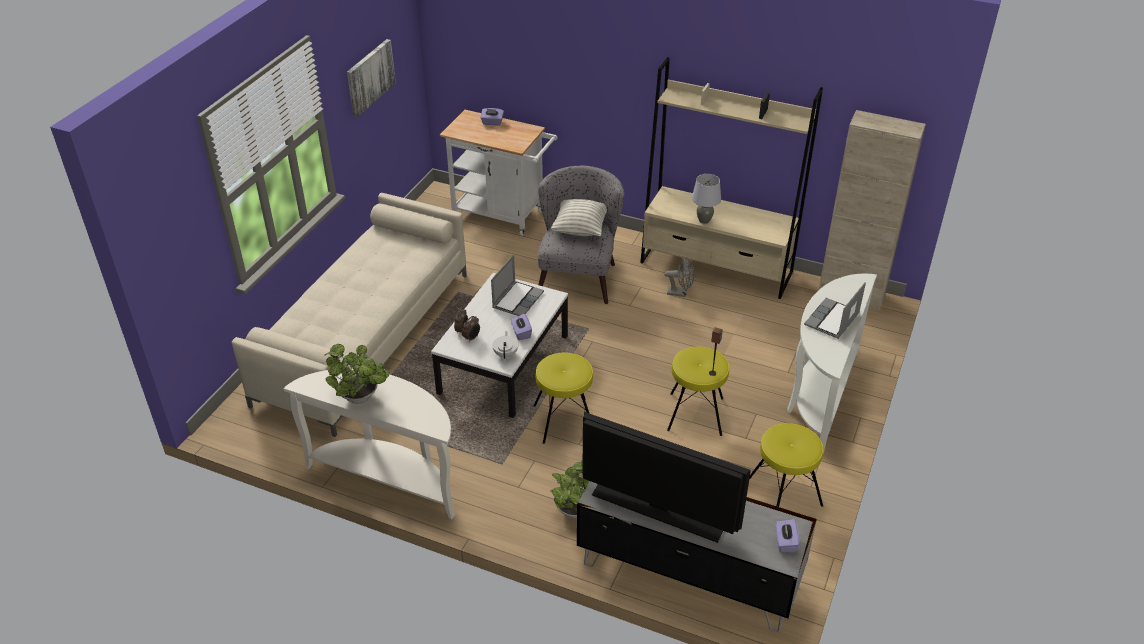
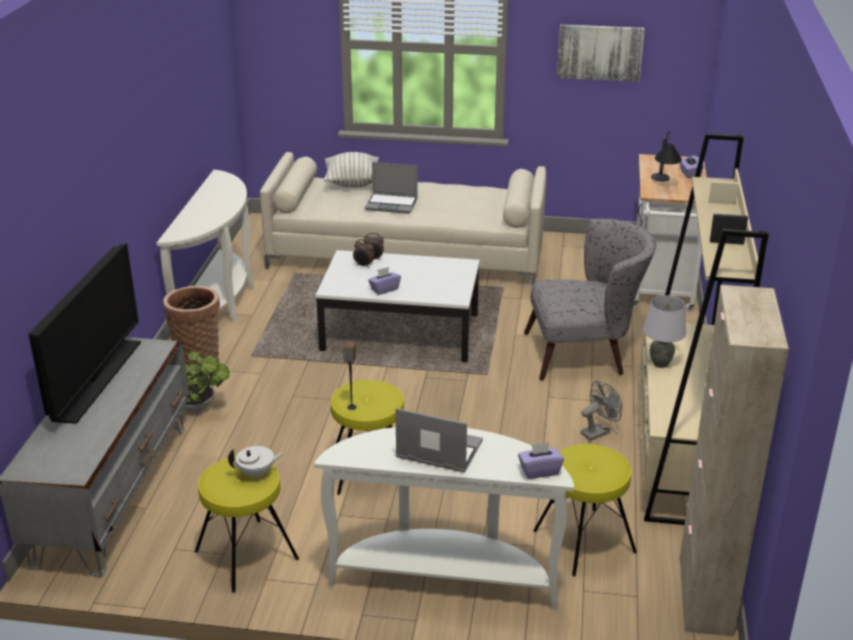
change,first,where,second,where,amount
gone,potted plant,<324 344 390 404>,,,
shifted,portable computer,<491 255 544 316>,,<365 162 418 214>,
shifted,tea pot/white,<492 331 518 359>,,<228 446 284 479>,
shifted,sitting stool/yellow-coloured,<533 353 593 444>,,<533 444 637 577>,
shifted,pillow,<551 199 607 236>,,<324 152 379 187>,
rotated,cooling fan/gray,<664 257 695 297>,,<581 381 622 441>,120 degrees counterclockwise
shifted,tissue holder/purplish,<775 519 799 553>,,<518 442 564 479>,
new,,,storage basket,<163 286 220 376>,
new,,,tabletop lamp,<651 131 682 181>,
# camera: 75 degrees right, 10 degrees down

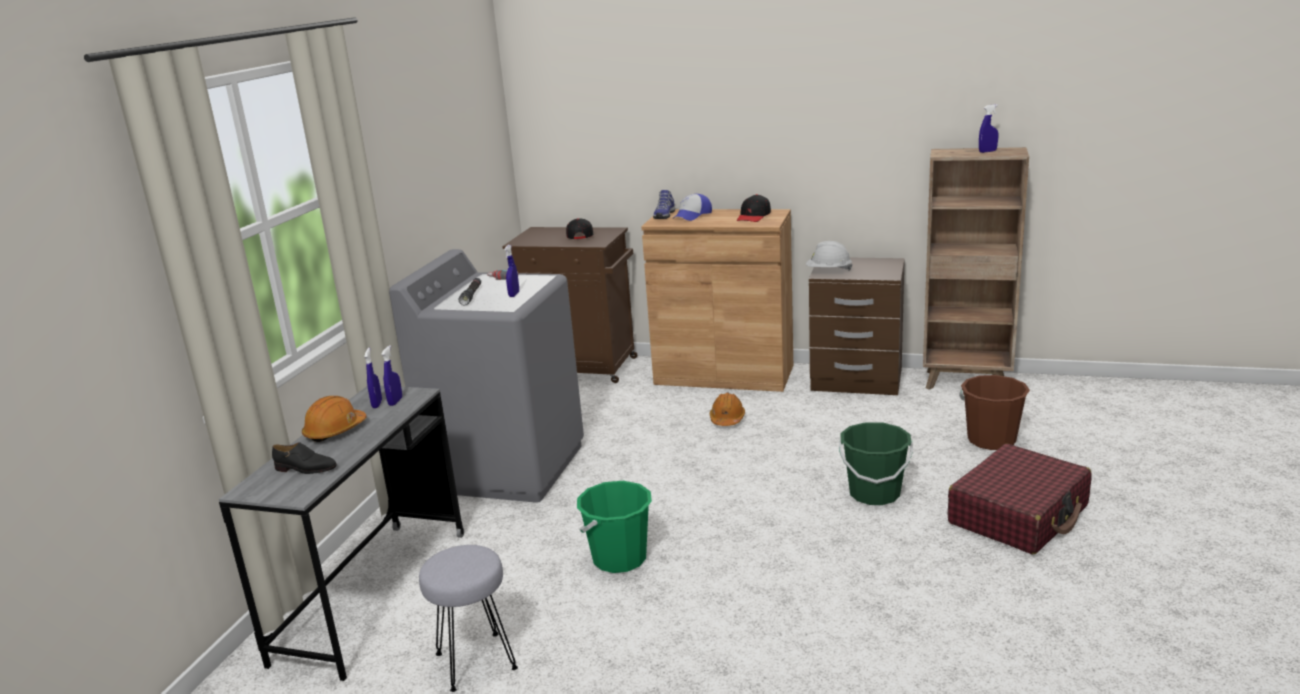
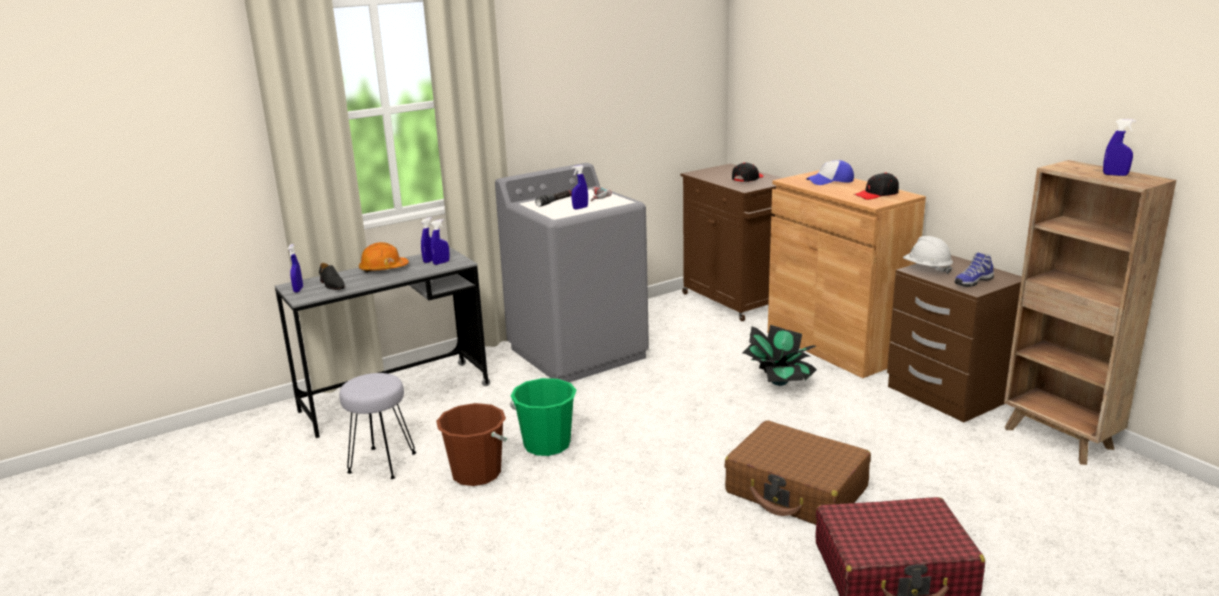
change,first,where,second,where,amount
shifted,shoe,<653 190 675 219>,,<955 253 994 287>,
swapped,work helmet/orange,<710 393 745 426>,potted plant,<743 325 817 386>,
swapped,bucket/green,<839 422 913 505>,travel case/brown,<724 420 871 525>,
shifted,bucket/brown,<959 375 1030 450>,,<436 403 507 486>,
new,,,hand sprayer/bluish,<288 244 303 292>,
# camera: 40 degrees right, 0 degrees up

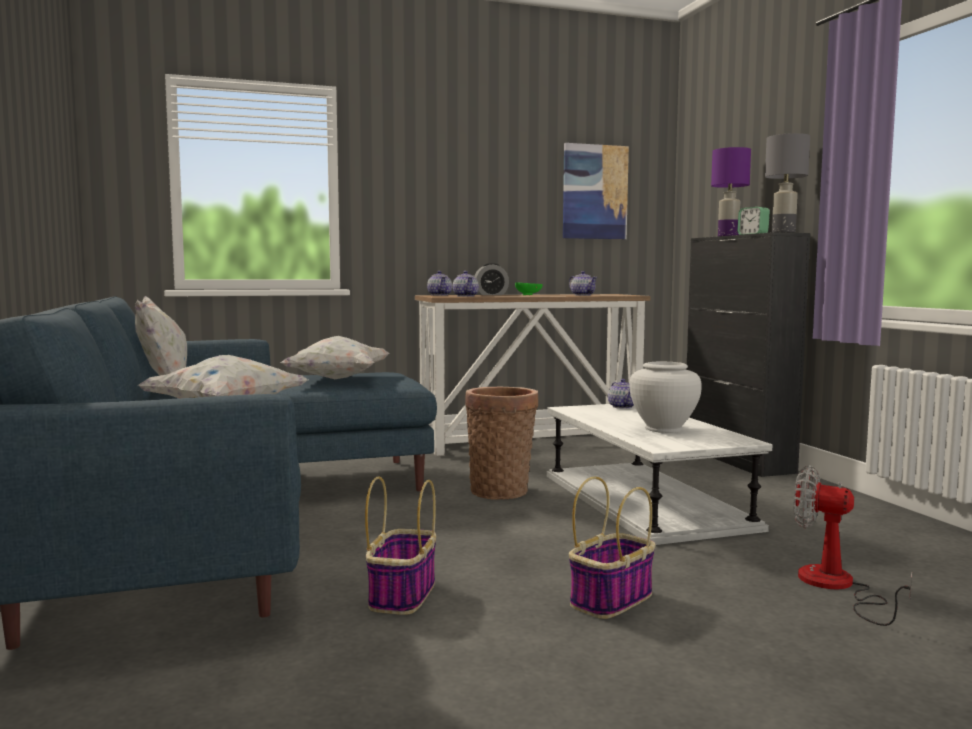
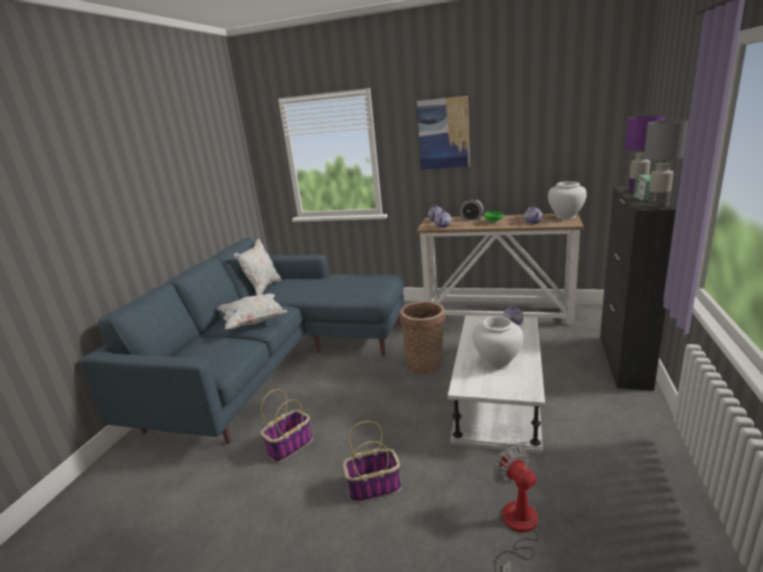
change,first,where,second,where,amount
gone,pillow/white,<280 336 390 379>,,,
shifted,wall picture,<563 143 629 239>,,<417 96 470 170>,
new,,,vase/white,<548 181 587 219>,
# camera: 35 degrees right, 15 degrees up

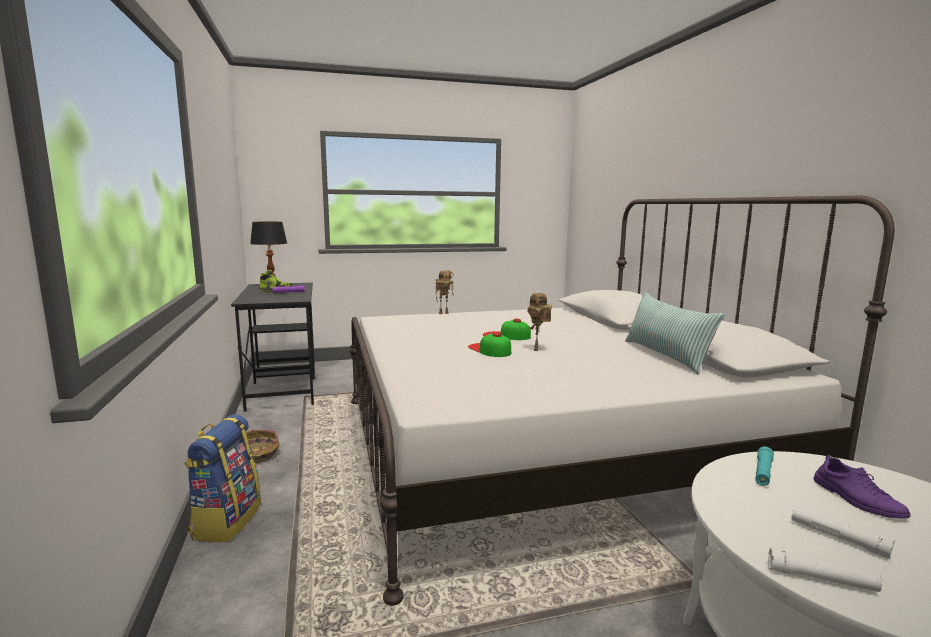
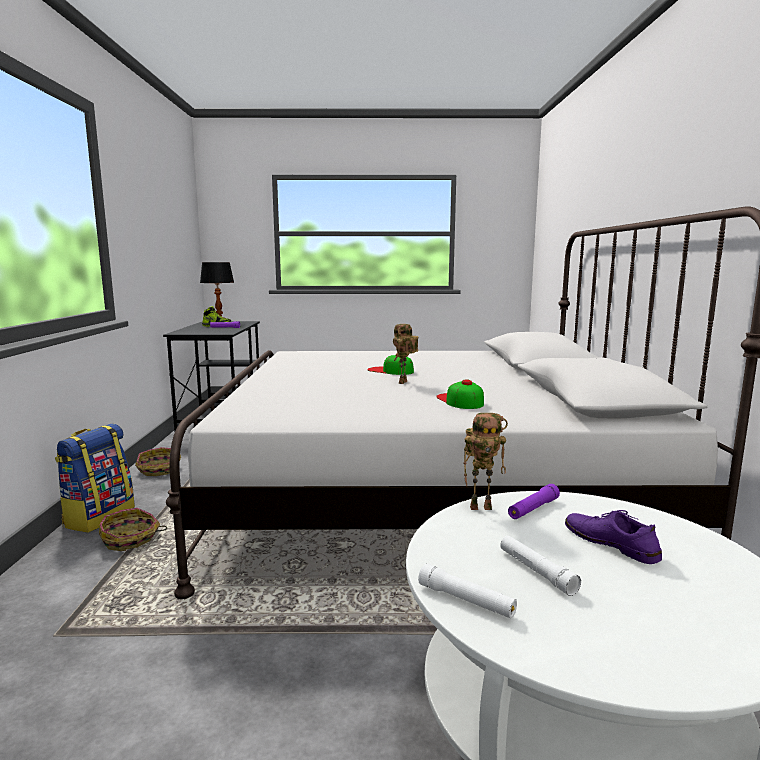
change,first,where,second,where,amount
shifted,model robot,<436 270 454 314>,,<464 413 508 510>,
shifted,cap,<468 332 511 357>,,<436 379 484 409>,
gone,pillow,<625 292 725 375>,,,
repainted,flashlight/turquoise-coloured,<756 446 774 486>,flashlight/purplish,<508 484 560 519>,
rotated,shoe/purplish,<814 455 910 519>,,<565 510 662 564>,150 degrees clockwise
new,,,storage basket,<99 508 167 551>,
# camera: 15 degrees right, 0 degrees up

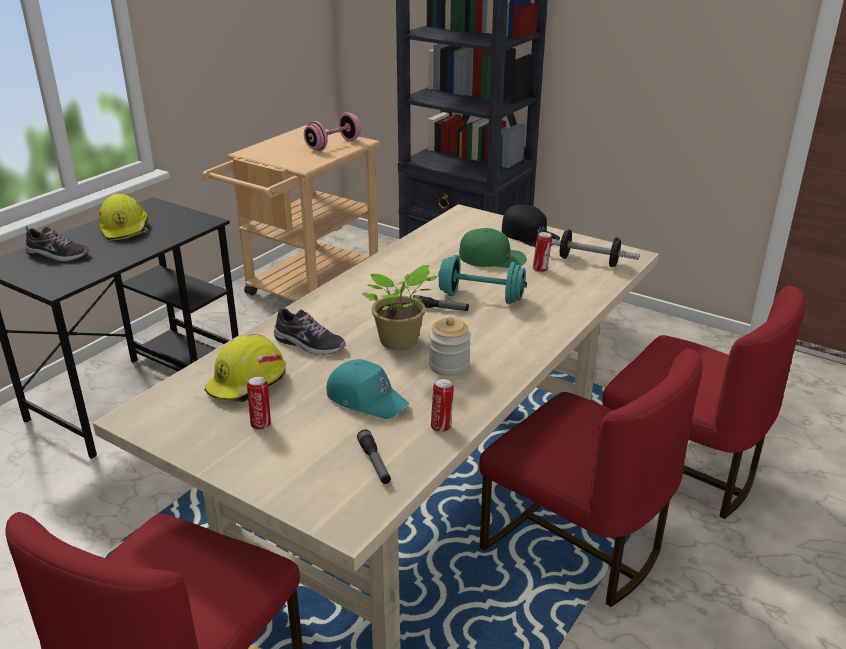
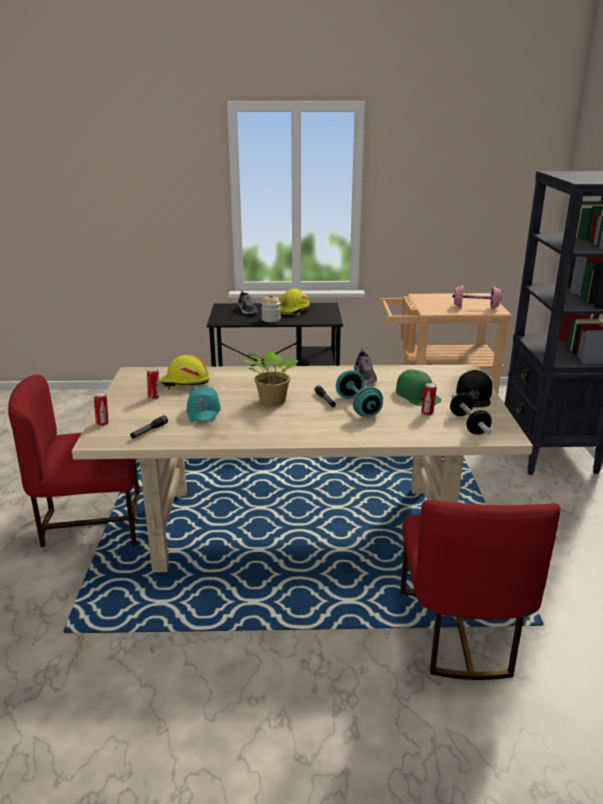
change,first,where,second,where,amount
shifted,shoe,<274 305 346 355>,,<354 349 377 383>,
shifted,preserve jar,<429 317 471 376>,,<261 294 281 322>,
shifted,sealed can,<431 378 454 432>,,<94 392 109 426>,
gone,plain chair/reddish,<479 348 703 607>,,,
# camera: 55 degrees right, 5 degrees down

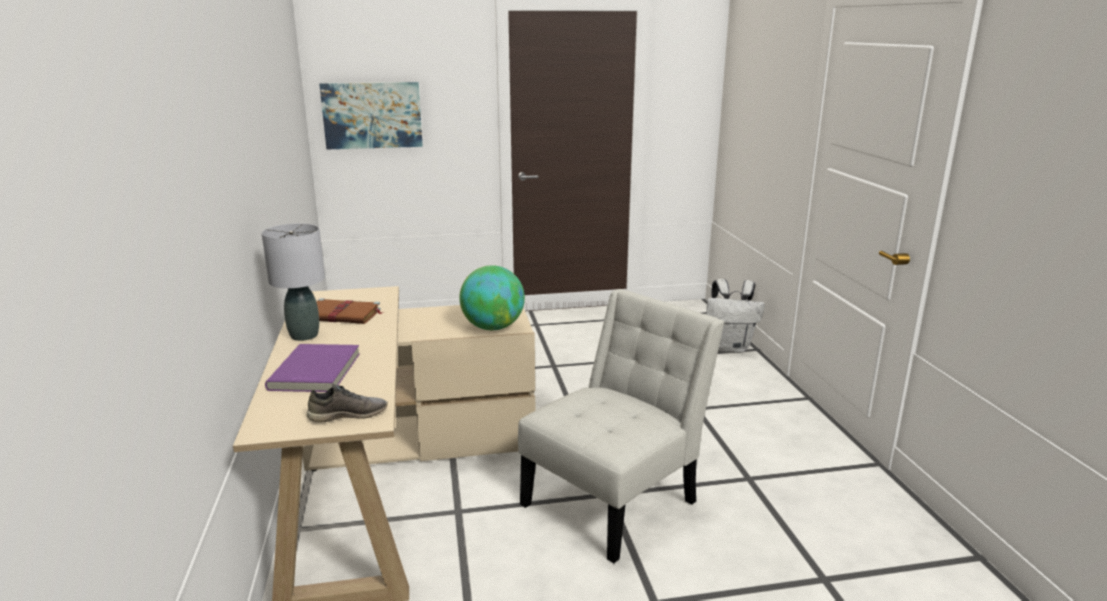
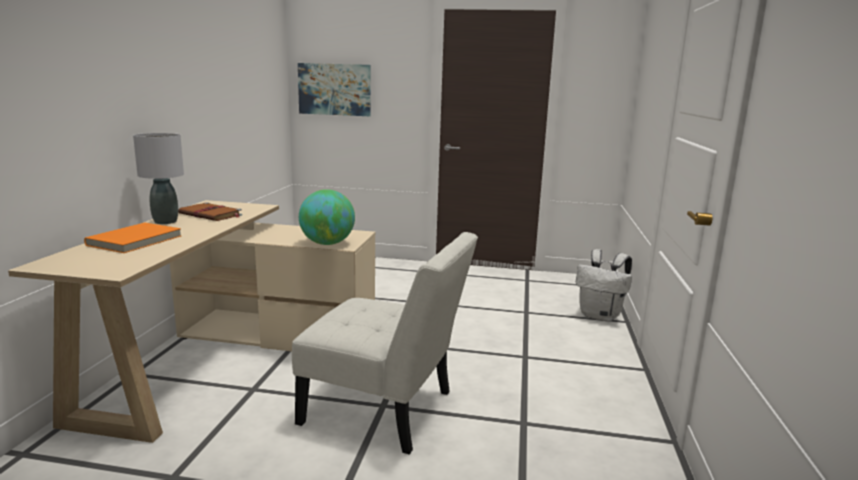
change,first,where,second,where,amount
repainted,volume/purplish,<265 344 360 392>,volume/orange,<84 223 181 253>,
gone,shoe/gray,<307 384 388 423>,,,
rotated,plain chair/white,<518 289 724 563>,,<292 232 478 455>,45 degrees clockwise
# camera: 20 degrees right, 5 degrees down

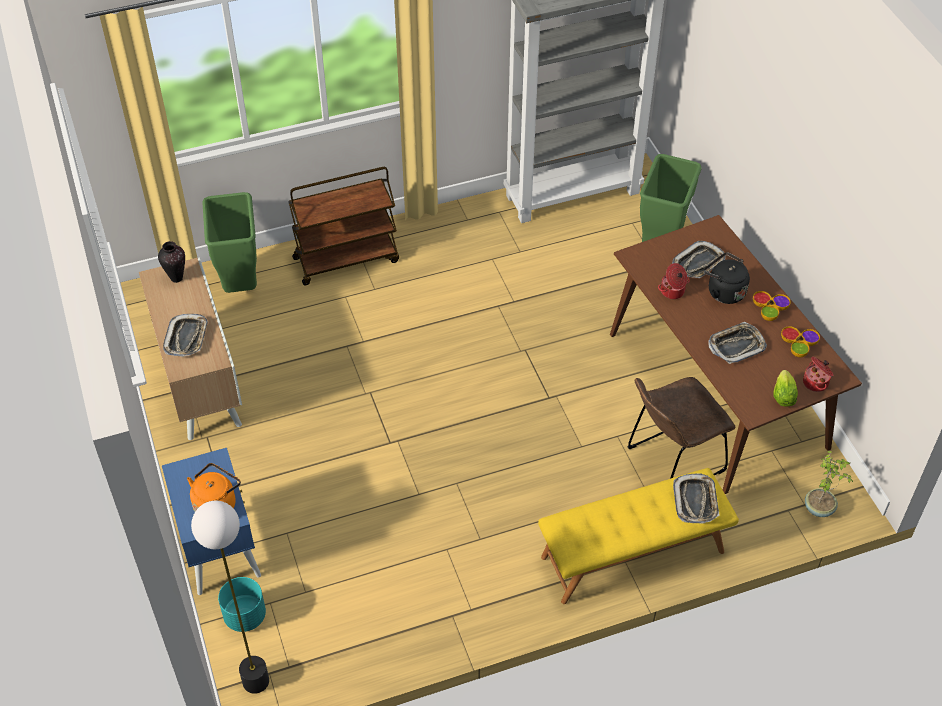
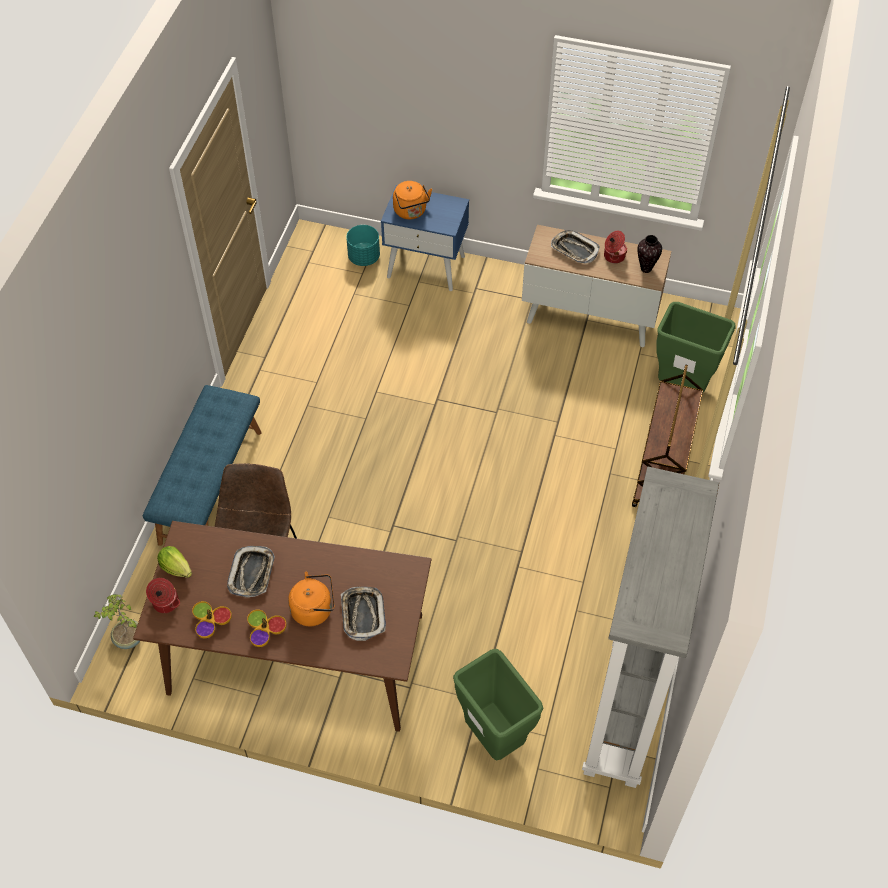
change,first,where,second,where,amount
gone,standard lamp,<191 501 269 694>,,,
repainted,indoor bench/yellow-coloured,<538 468 739 604>,indoor bench/bluish,<143 385 262 546>,
shifted,saucepot,<658 263 690 299>,,<604 231 627 263>,
gone,tray,<673 473 720 524>,,,
repainted,water kettle/black,<704 252 750 304>,water kettle/orange,<288 572 335 626>,
# camera: 125 degrees right, 5 degrees up

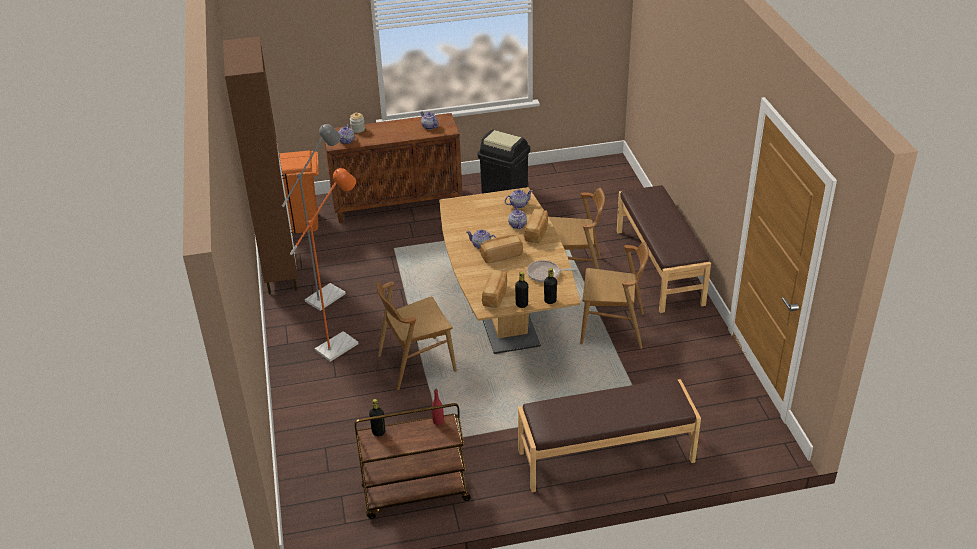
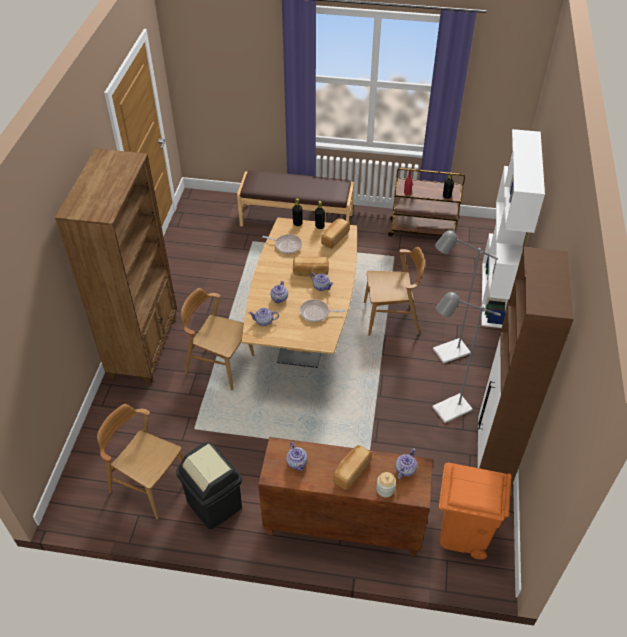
change,first,where,second,where,amount
repainted,standard lamp/orange,<290 168 358 362>,standard lamp/gray,<433 230 498 364>,
shifted,baked bread,<524 209 548 243>,,<333 445 372 490>,
shifted,plain chair/brown,<580 242 649 349>,,<97 404 184 519>,
swapped,indoor bench/brown,<617 185 711 313>,shelving unit/brown,<55 149 177 384>,
new,,,pan,<300 299 345 322>,
new,,,shelving unit/white,<481 129 545 328>,
# camera: 160 degrees left, 10 degrees up

